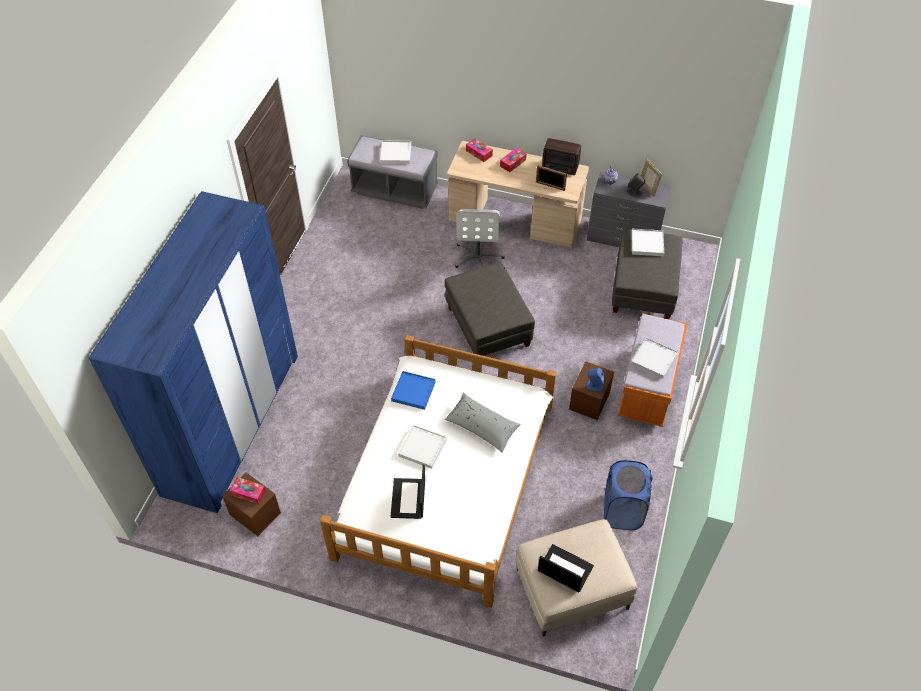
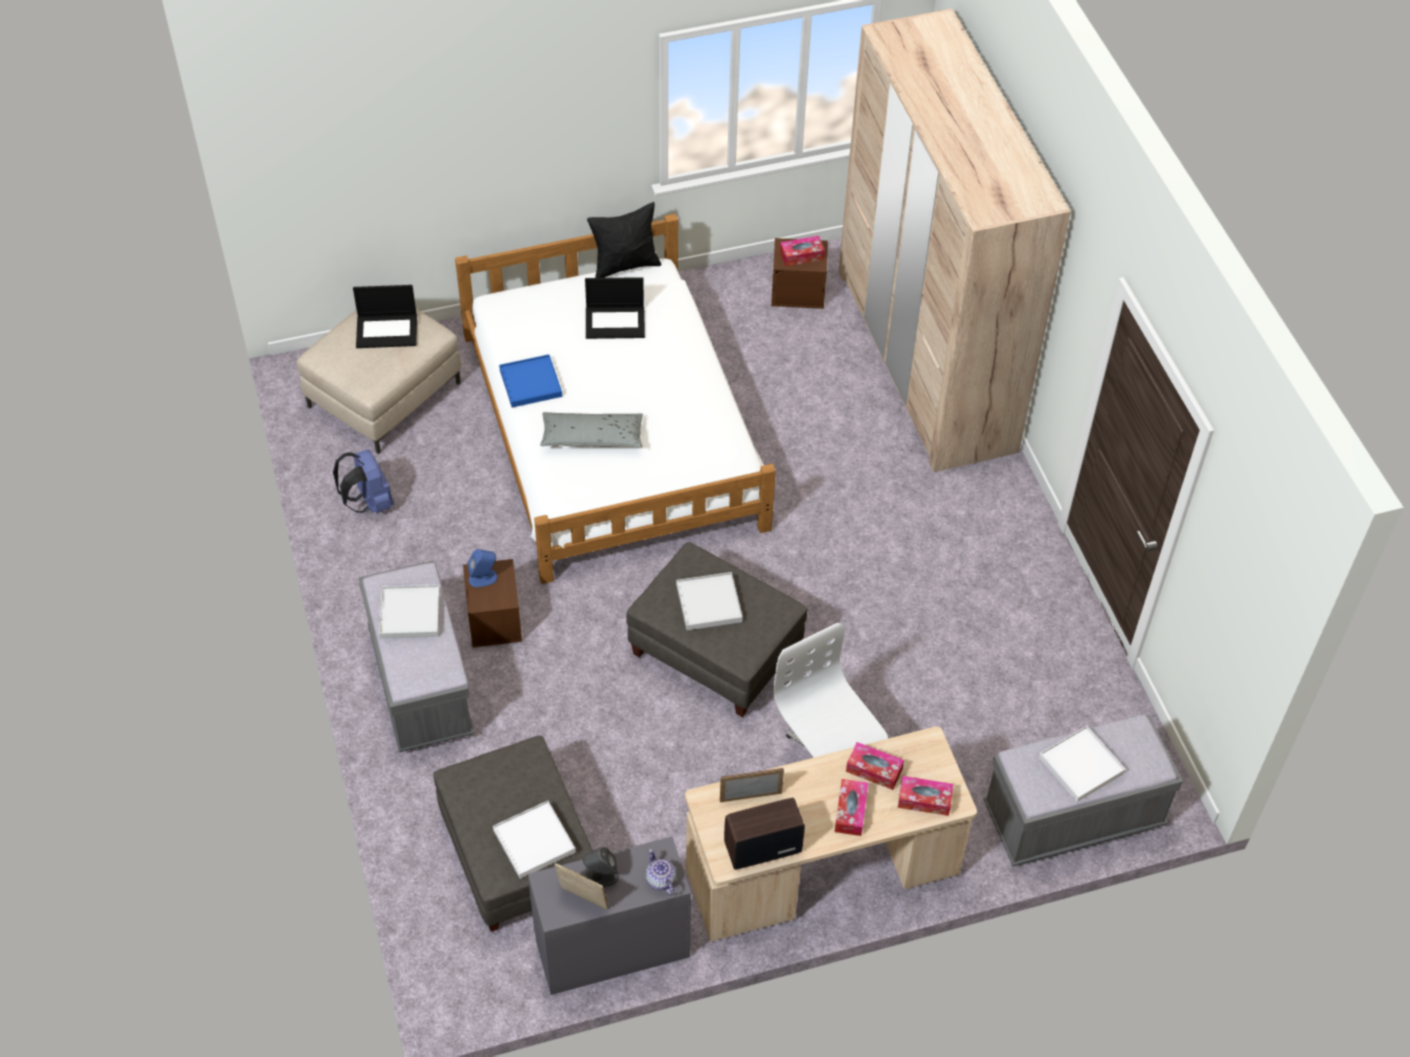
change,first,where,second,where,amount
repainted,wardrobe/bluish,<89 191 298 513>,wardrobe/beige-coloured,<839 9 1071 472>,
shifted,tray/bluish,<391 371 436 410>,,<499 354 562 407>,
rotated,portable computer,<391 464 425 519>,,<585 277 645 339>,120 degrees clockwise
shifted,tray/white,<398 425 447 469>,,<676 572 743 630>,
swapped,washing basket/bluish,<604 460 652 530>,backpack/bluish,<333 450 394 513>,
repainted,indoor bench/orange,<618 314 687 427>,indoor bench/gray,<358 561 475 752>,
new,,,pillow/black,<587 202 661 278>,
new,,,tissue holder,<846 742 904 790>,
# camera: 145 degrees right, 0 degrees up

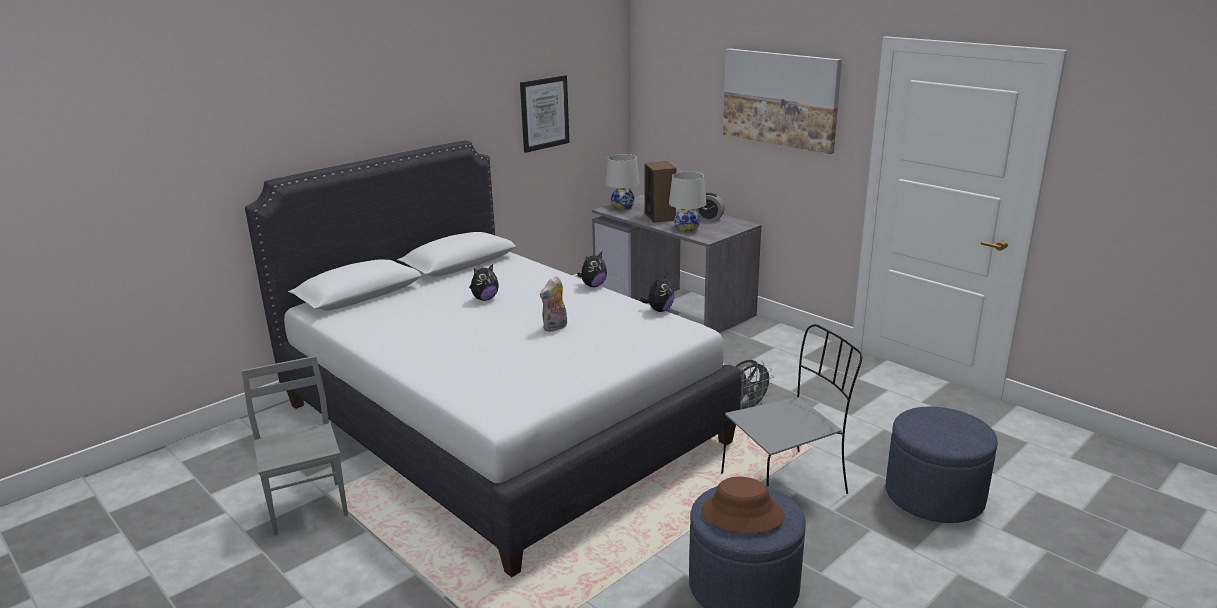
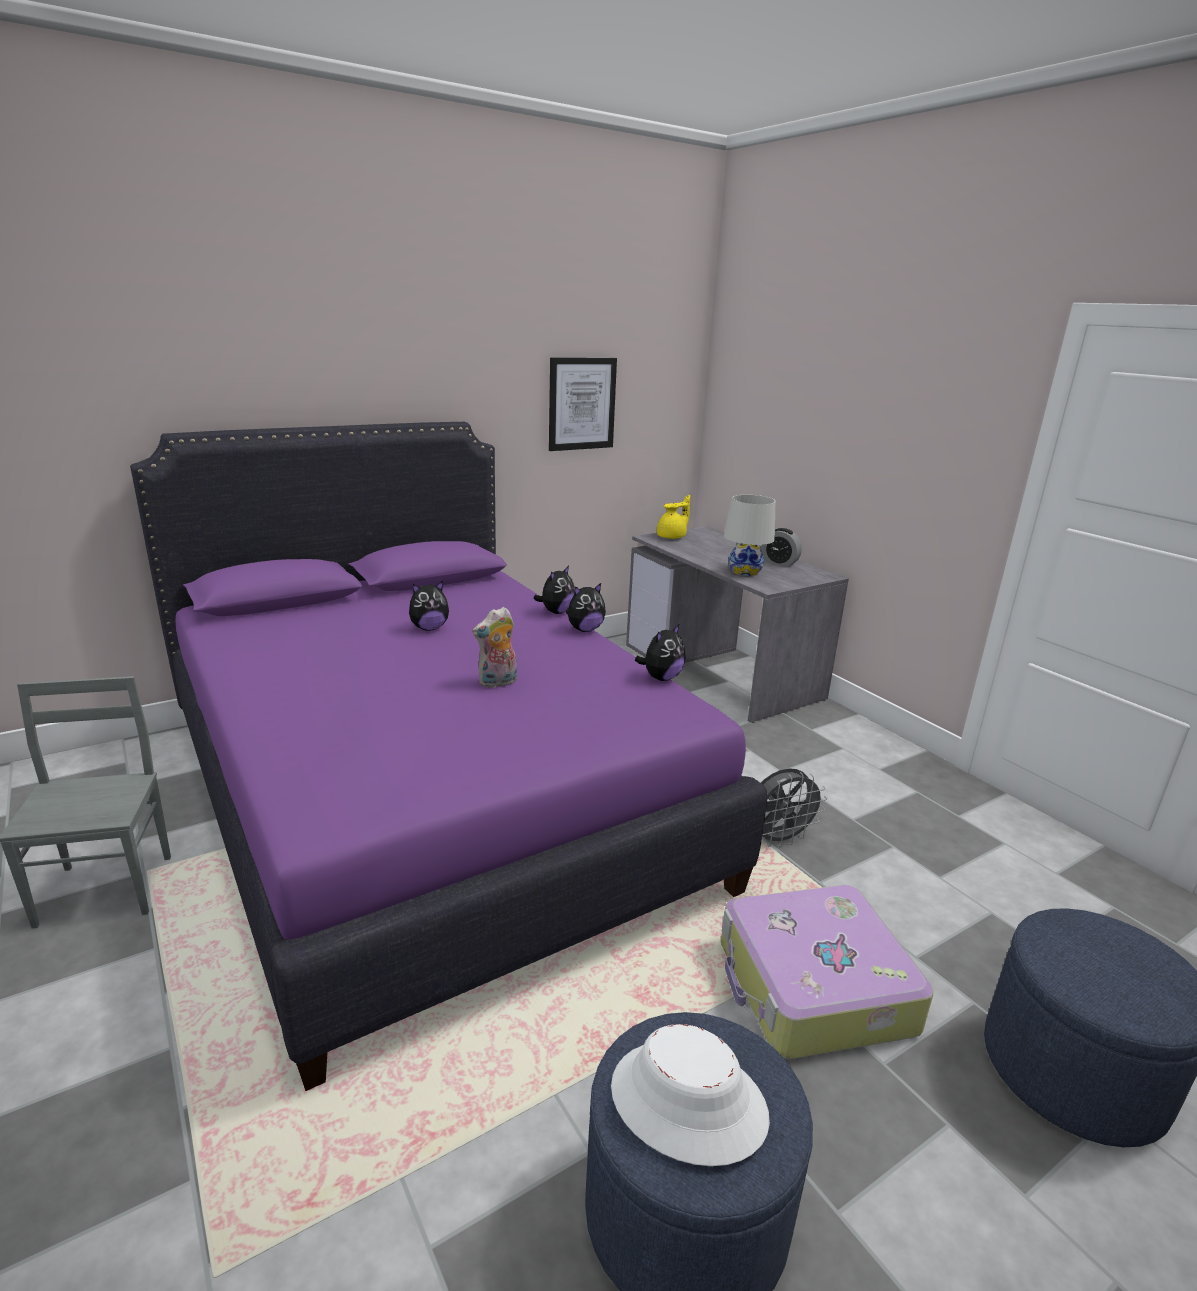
change,first,where,second,where,amount
repainted,bedroom bed/white,<245 140 741 577>,bedroom bed/purplish,<130 422 767 1091>,
swapped,tabletop lamp/white,<605 154 640 210>,tea pot/yellow-coloured,<657 495 690 539>,
gone,audio speaker,<644 161 677 223>,,,
repainted,hat/brown,<701 477 784 534>,hat/white,<611 1024 770 1166>,
swapped,plain chair/gray,<721 324 862 494>,travel case,<721 885 933 1059>,
gone,wall picture,<723 49 842 154>,,,
new,,,cuddly toy,<533 565 575 614>,
# camera: 10 degrees right, 0 degrees up

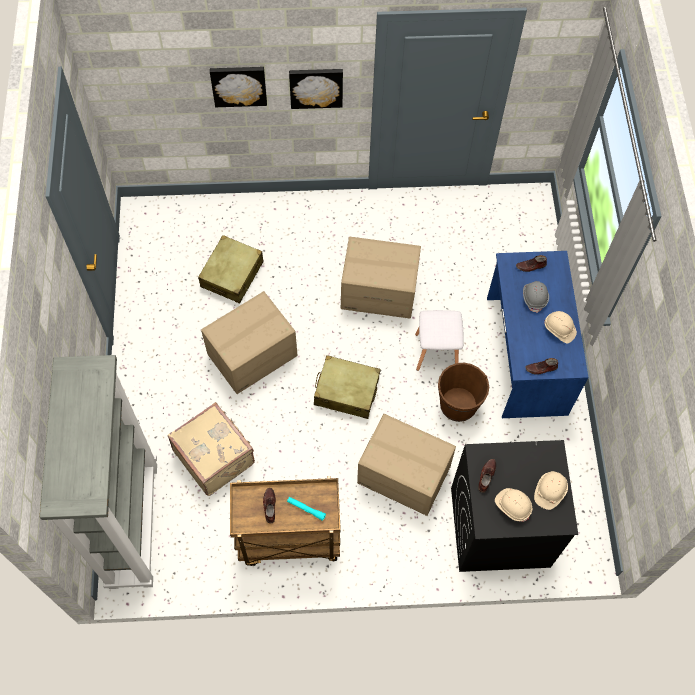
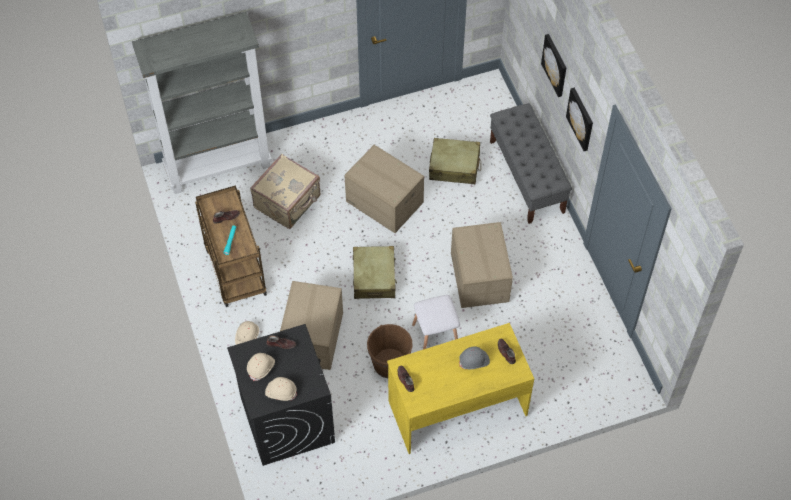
change,first,where,second,where,amount
repainted,desk table/bluish,<487 251 589 418>,desk table/yellow-coloured,<387 323 534 454>,
shifted,work helmet/beige-coloured,<545 311 577 343>,,<235 321 259 345>,
new,,,indoor bench/gray,<490 103 572 224>,
# camera: 75 degrees right, 5 degrees down

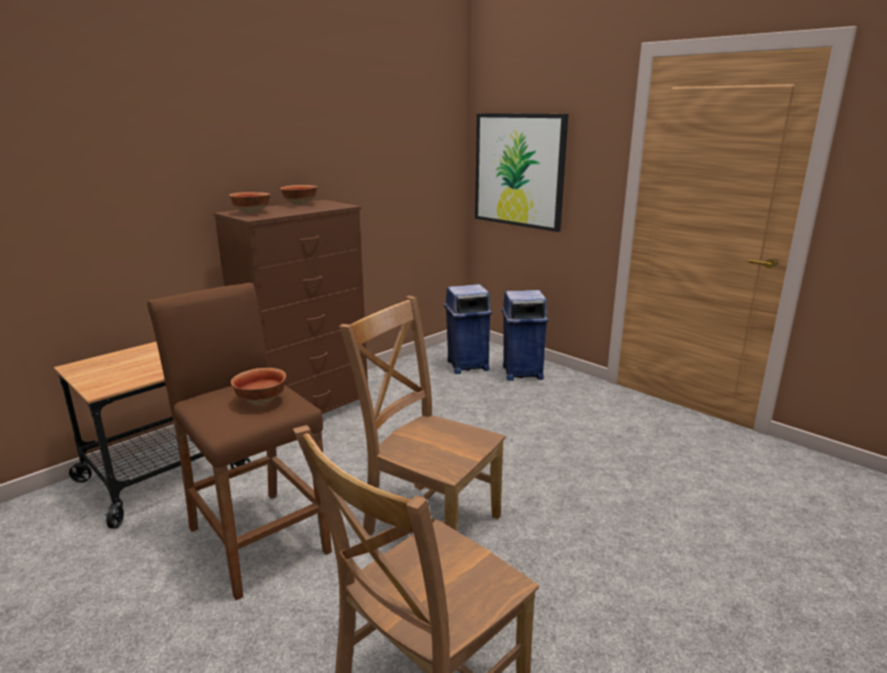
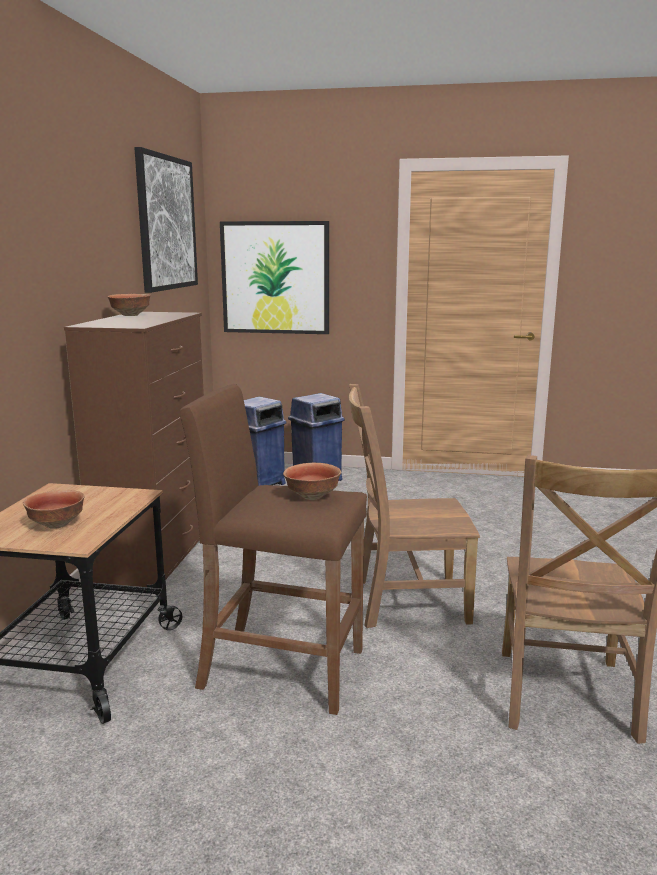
change,first,where,second,where,amount
shifted,bowl,<229 192 271 214>,,<23 490 85 529>,
new,,,wall picture,<134 147 198 293>,
# camera: 35 degrees left, 5 degrees down

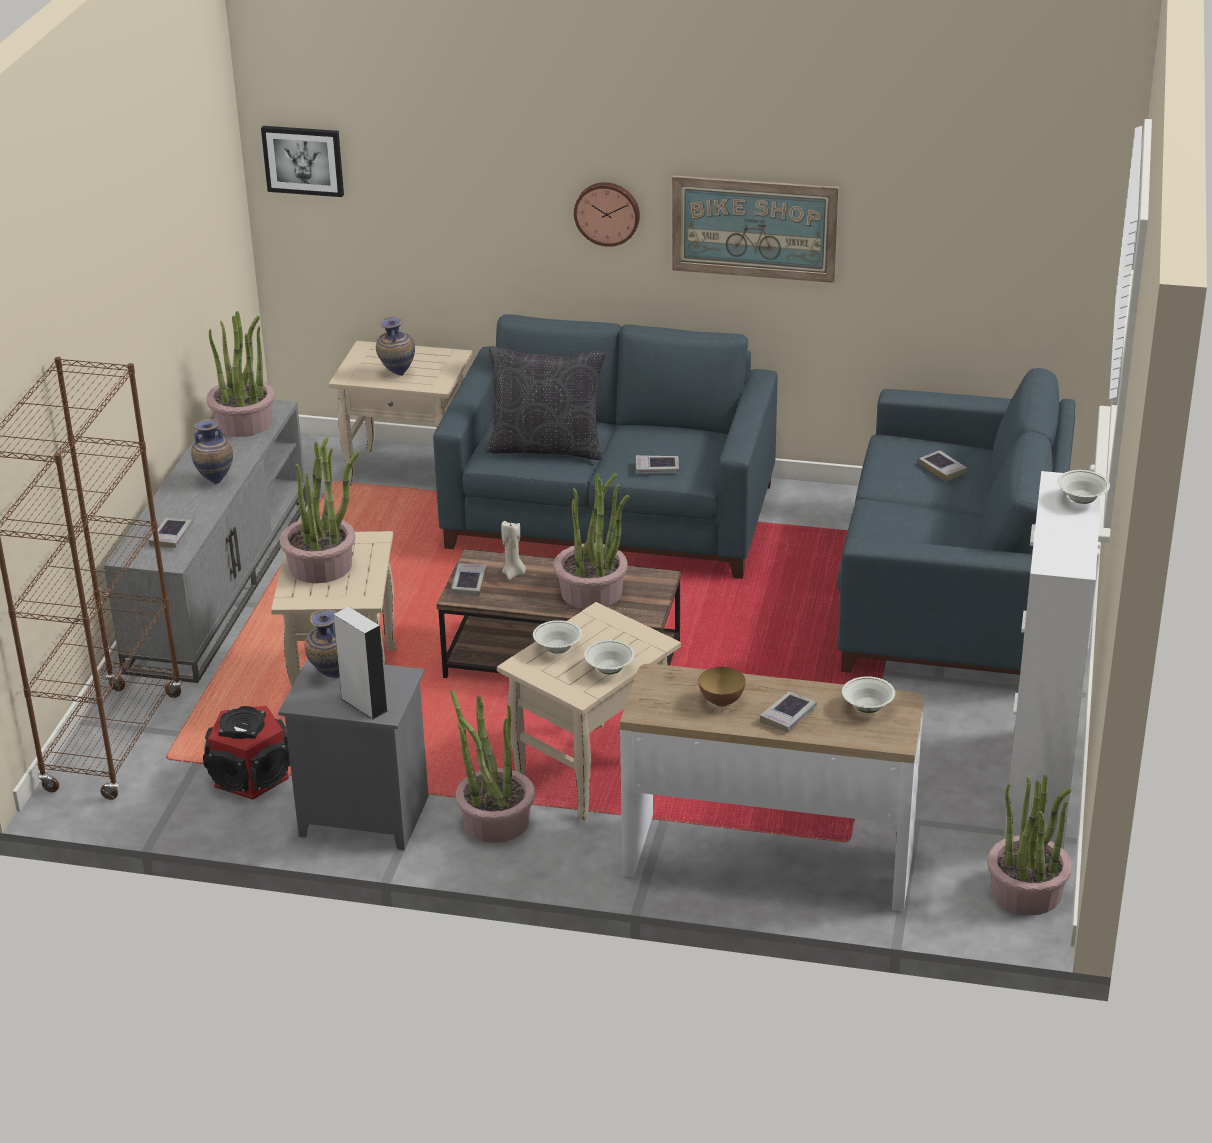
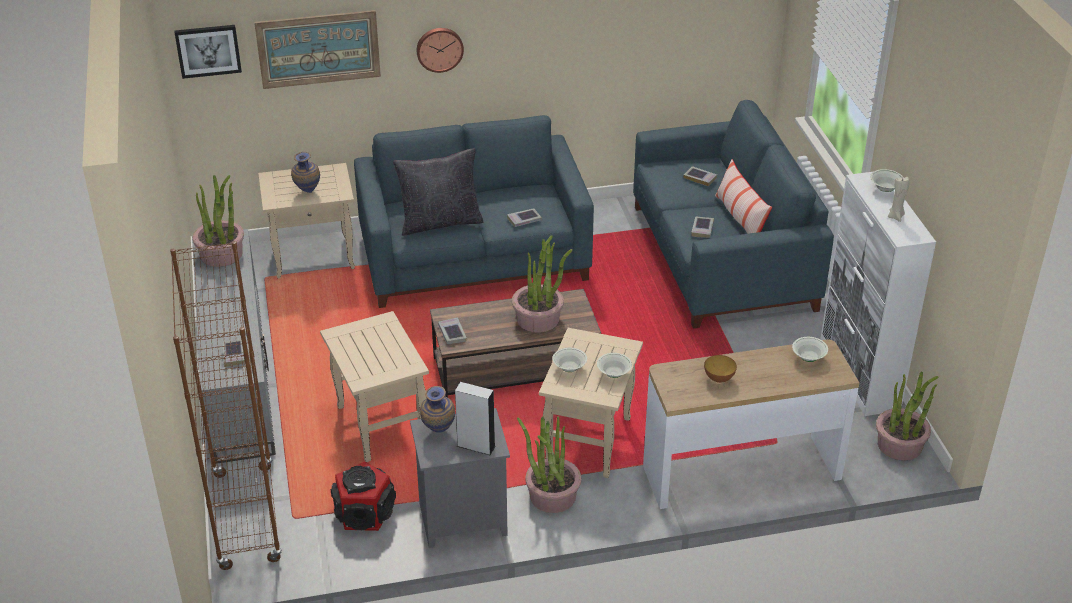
change,first,where,second,where,amount
gone,vase,<191 419 233 484>,,,
gone,potted plant,<280 438 360 583>,,,
shifted,candle/beige-coloured,<501 520 526 580>,,<888 177 909 222>,
shifted,wall picture,<672 175 839 283>,,<254 10 381 89>,
shifted,volume,<760 692 817 732>,,<691 217 714 238>,
new,,,pillow,<715 159 772 234>,
# camera: 25 degrees left, 5 degrees up

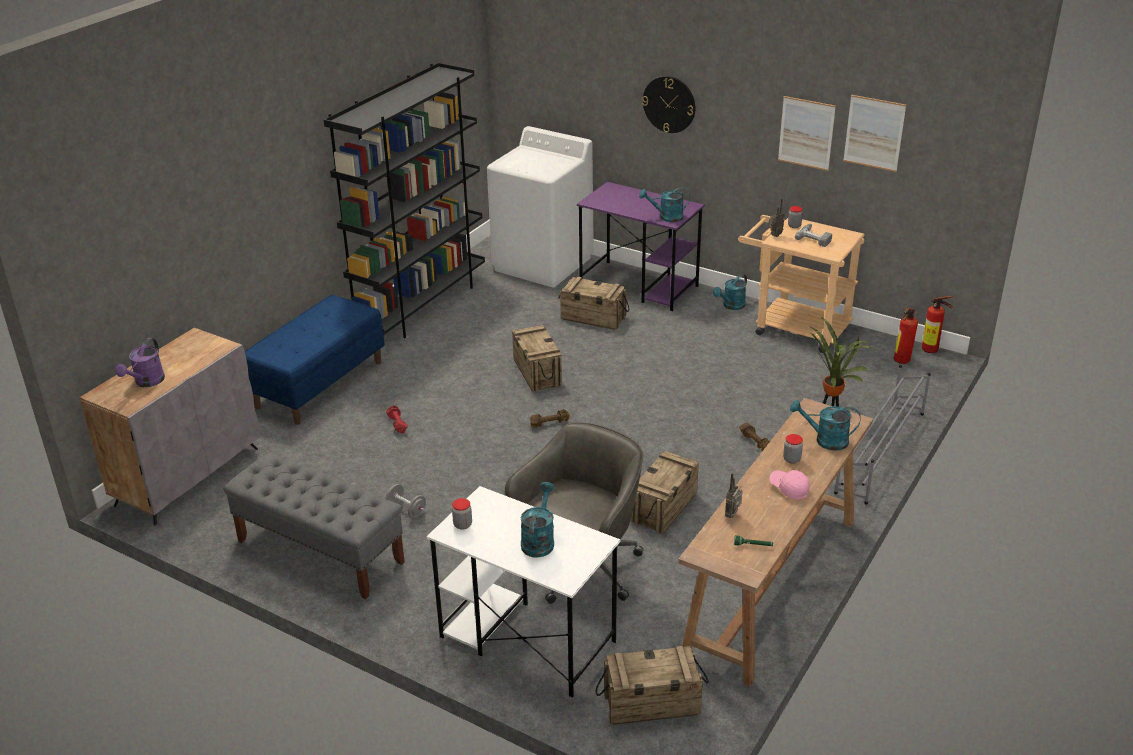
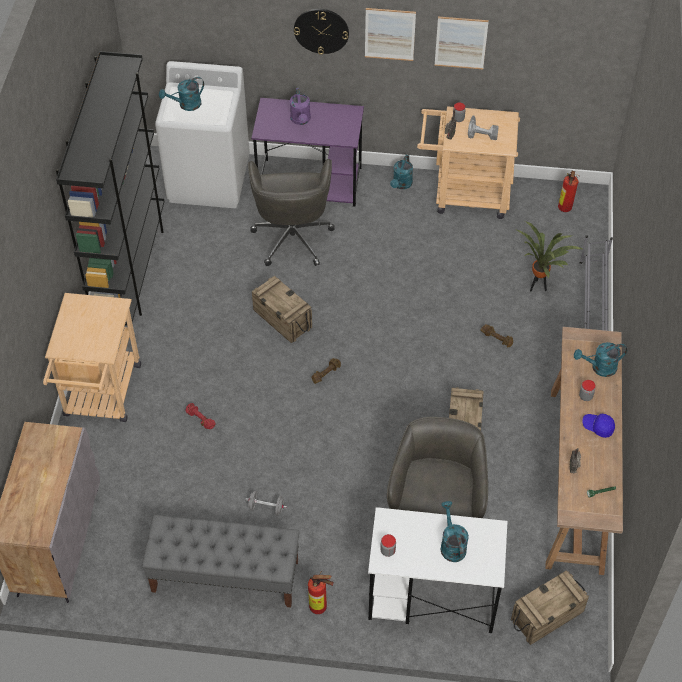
change,first,where,second,where,amount
shifted,sprinkling can/purplish,<115 338 165 387>,,<290 88 311 125>,
swapped,indoor bench/bluish,<245 295 385 425>,wheeled cart/beige-coloured,<43 293 141 422>,
swapped,crate,<558 277 629 330>,desk chair/gray,<248 159 335 266>,
shifted,sprinkling can/turquoise-coloured,<639 187 690 222>,,<159 77 204 111>,
repainted,cap/pinkish,<770 470 810 500>,cap/bluish,<582 414 615 438>,
shifted,wall picture,<843 95 906 172>,,<365 8 416 61>,
shifted,extinguisher,<922 296 953 353>,,<308 571 334 614>,
# camera: 25 degrees left, 20 degrees up

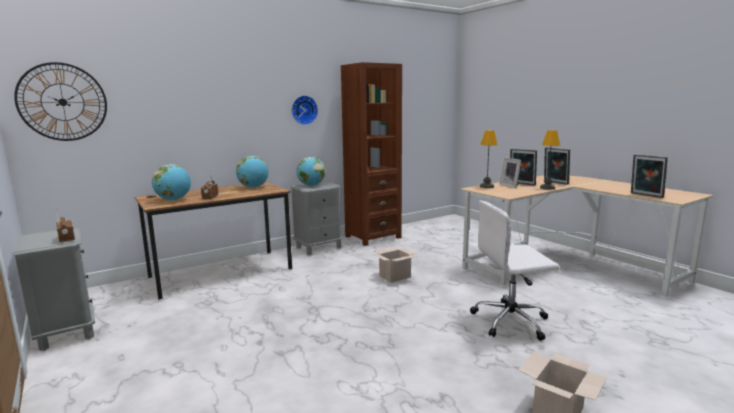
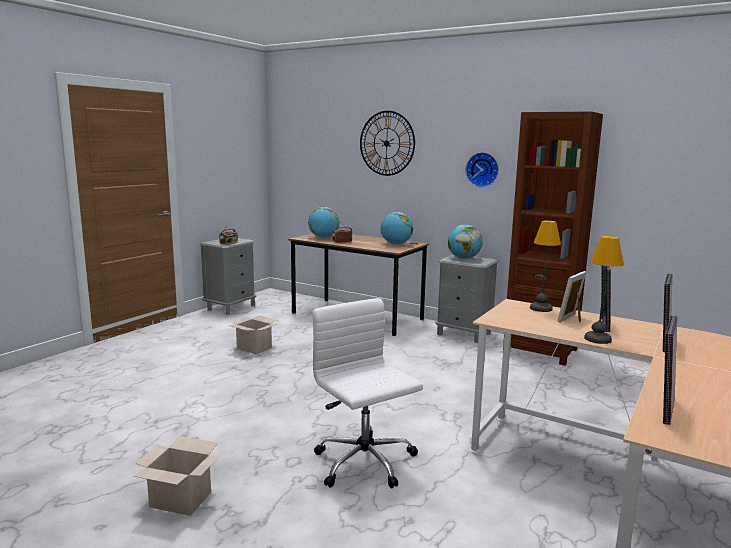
change,first,where,second,where,amount
shifted,hanging clock,<14 62 107 141>,,<360 111 415 176>,
shifted,carton,<374 246 417 283>,,<228 315 278 355>,
# camera: 65 degrees right, 0 degrees up

